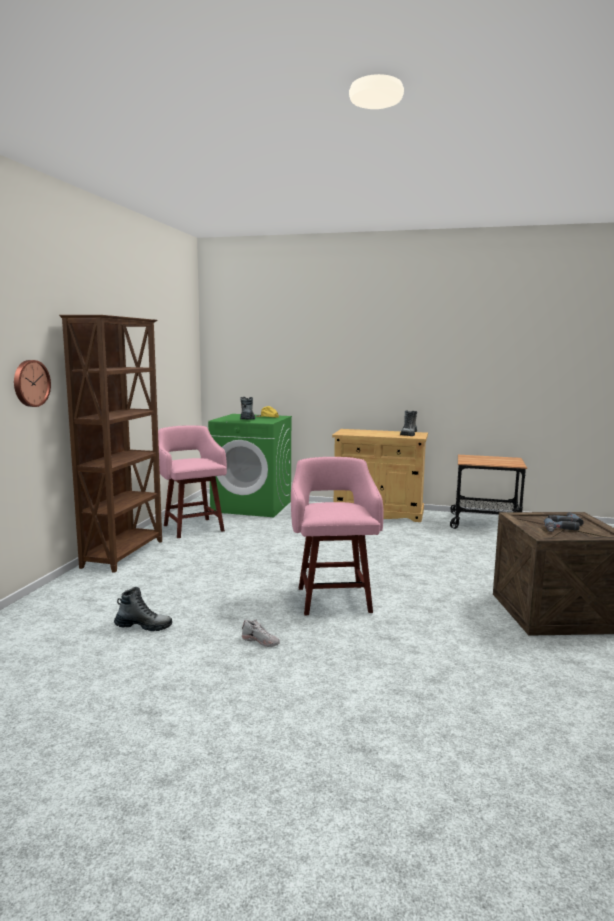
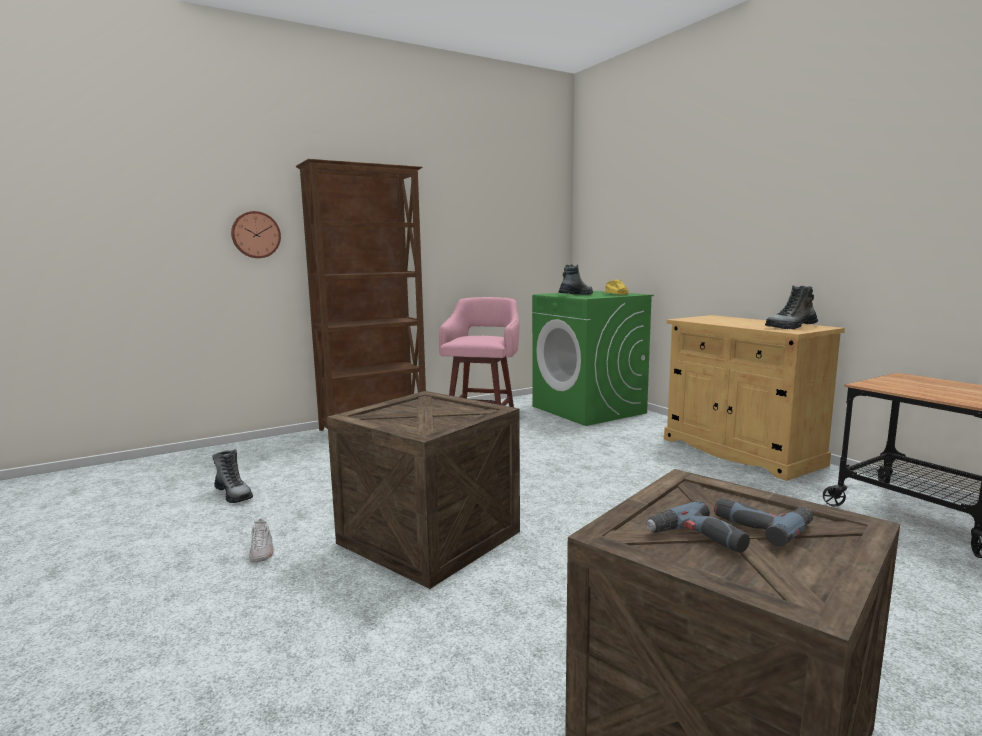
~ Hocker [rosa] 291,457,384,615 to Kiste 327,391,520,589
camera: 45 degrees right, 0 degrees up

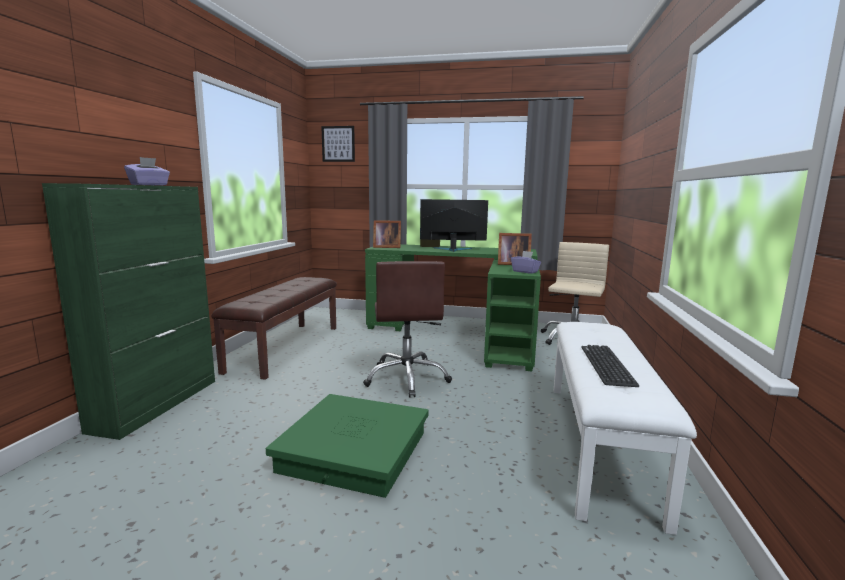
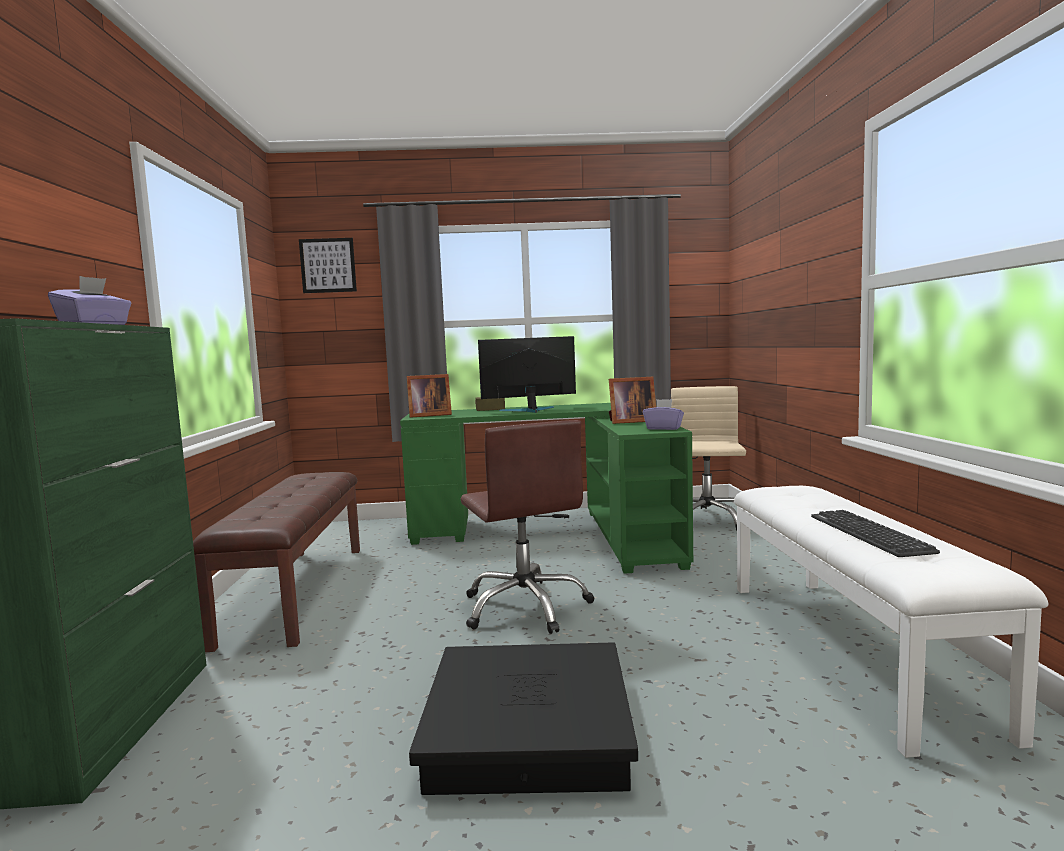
~ Aufbewahrungsbox [grün] 266,394,428,498 to Aufbewahrungsbox [schwarz] 409,643,638,795
camera: 15 degrees left, 5 degrees down

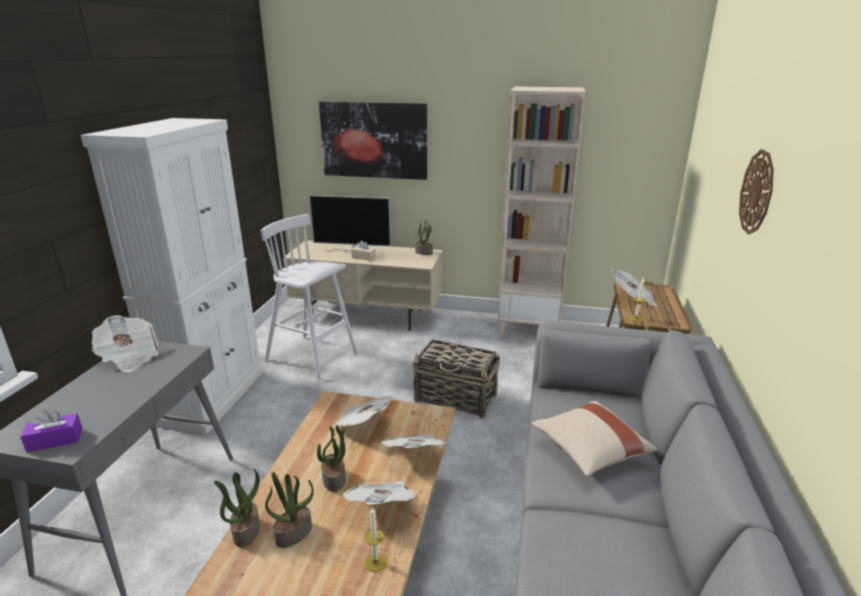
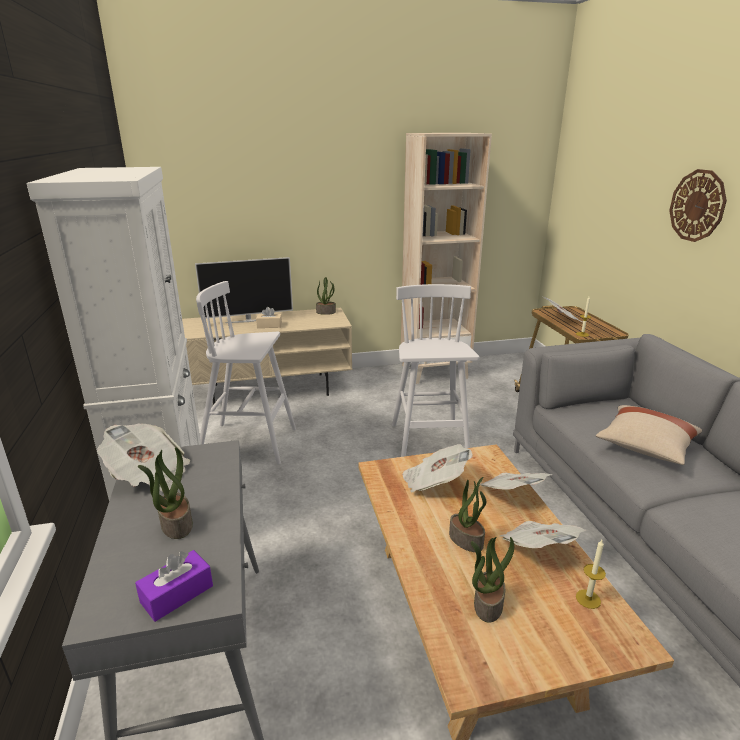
- Bild 319,101,427,180
~ Topfpflanze 214,468,260,547 to 138,447,193,539
~ Korb 411,339,500,418 to Hocker [weiß] 392,284,479,457
camera: 25 degrees left, 0 degrees up

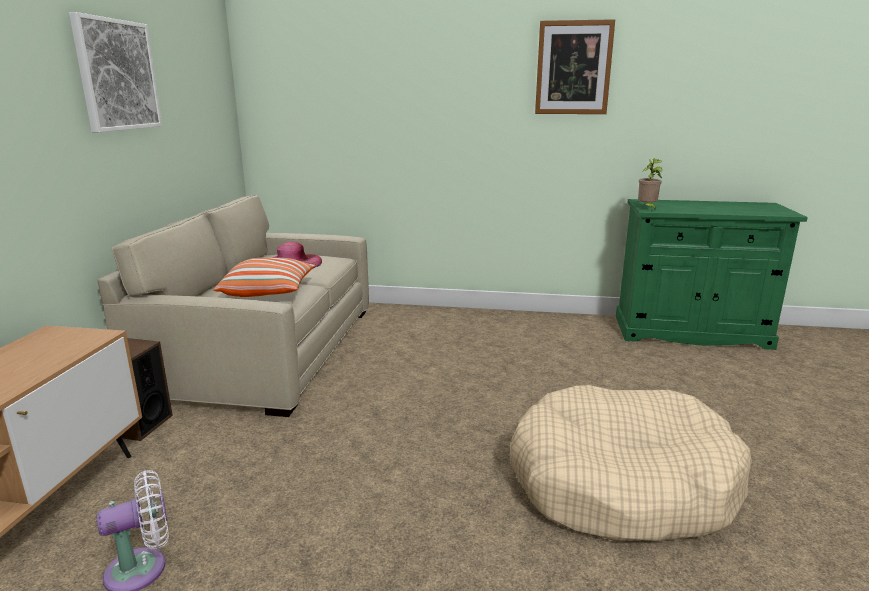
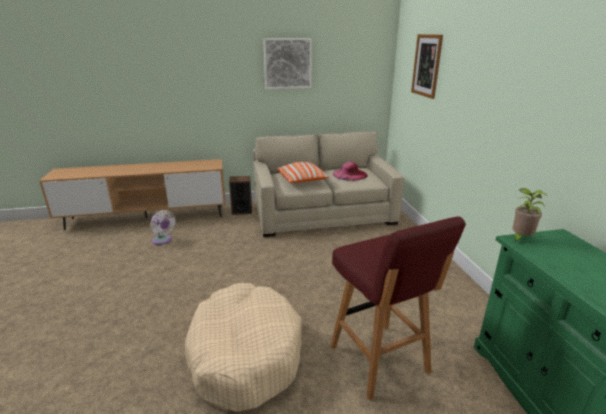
+ Hocker [rot] 330,216,466,400
~ Bild 535,19,615,114 to 411,34,443,99
camera: 70 degrees right, 5 degrees up

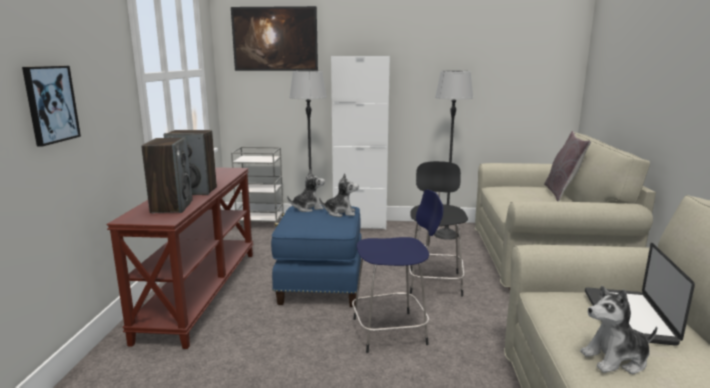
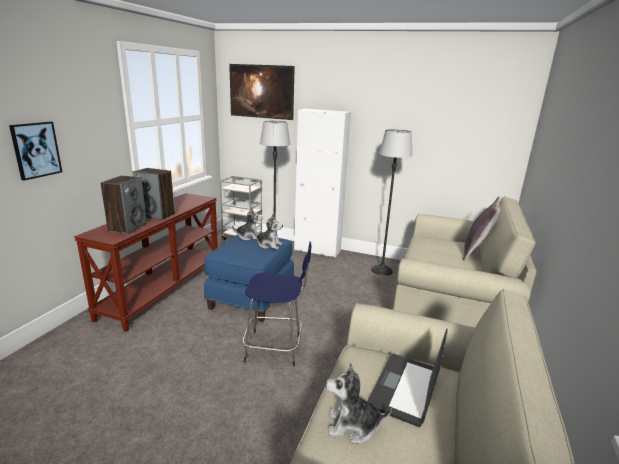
- Hocker [schwarz] 409,161,468,297
camera: 15 degrees right, 5 degrees up

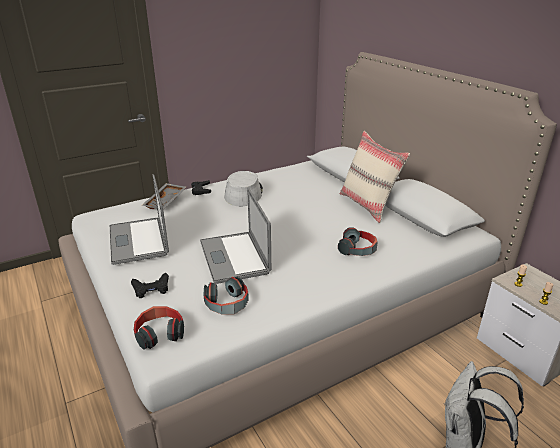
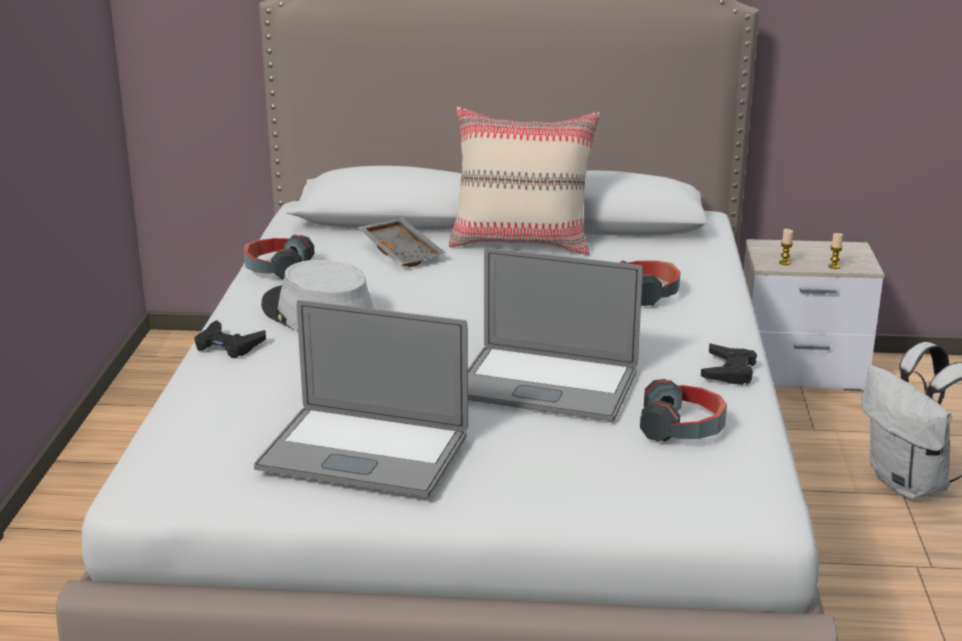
~ Gamepad [schwarz] 131,273,169,298 to 701,343,757,385
~ Kopfhörer 134,306,184,350 to 244,234,315,279
~ Tablett [grau] 142,183,186,209 to 358,217,446,267
camera: 55 degrees left, 5 degrees down

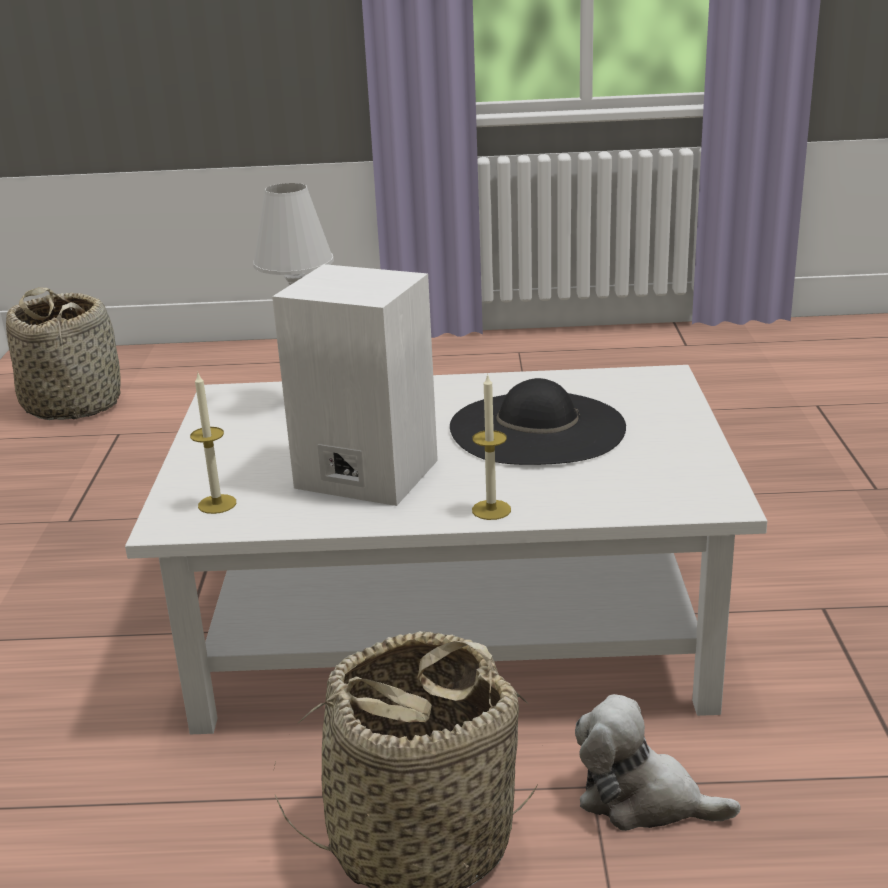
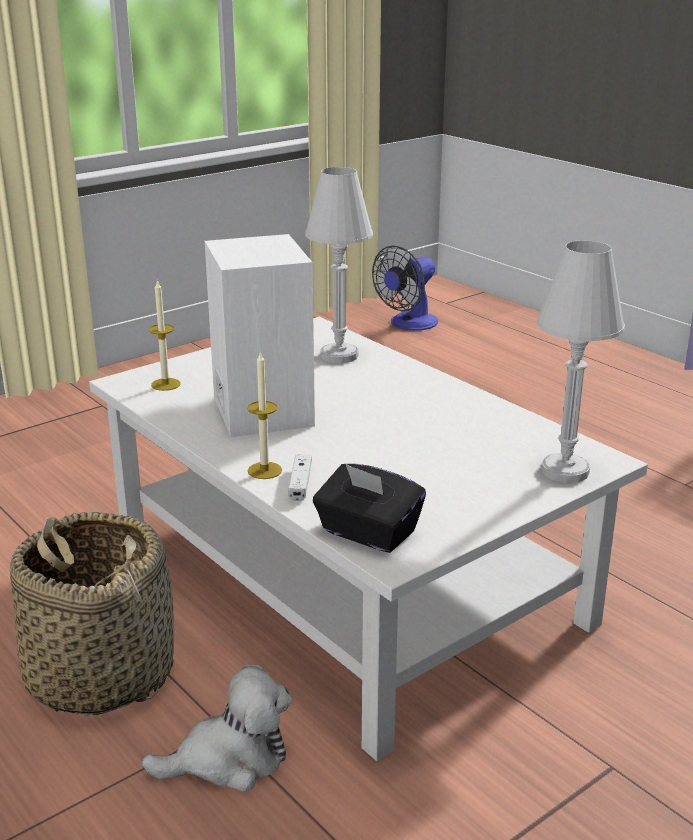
- Hut [schwarz] 450,378,626,465
+ Gamepad [weiß] 288,454,312,501
+ Taschentuchbox [schwarz] 313,464,426,553
+ Tischlampe [weiß] 537,240,625,483
~ Korb 6,287,121,420 to Ventilator 372,246,438,331
~ Plüschtier 575,694,740,831 = 142,664,292,792 90 degrees clockwise
camera: 50 degrees right, 0 degrees up

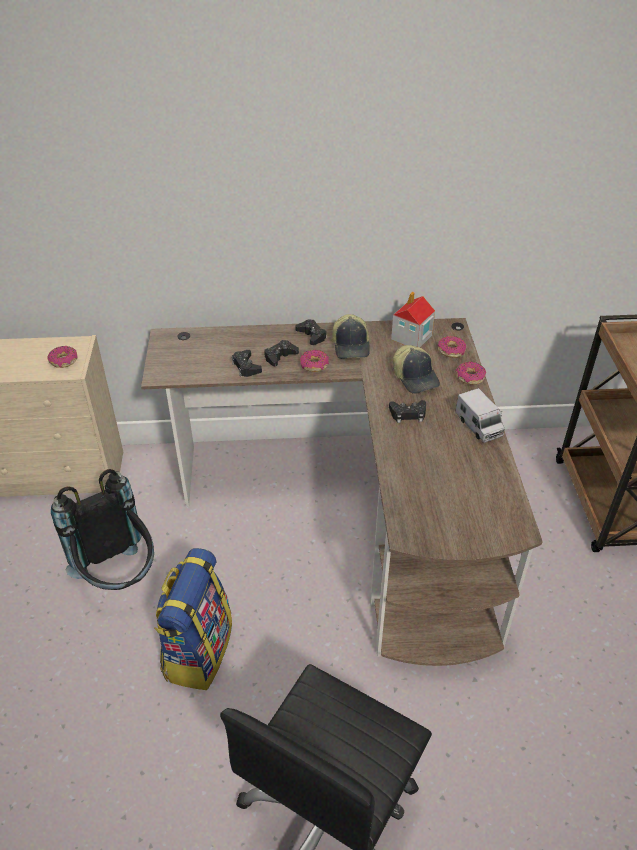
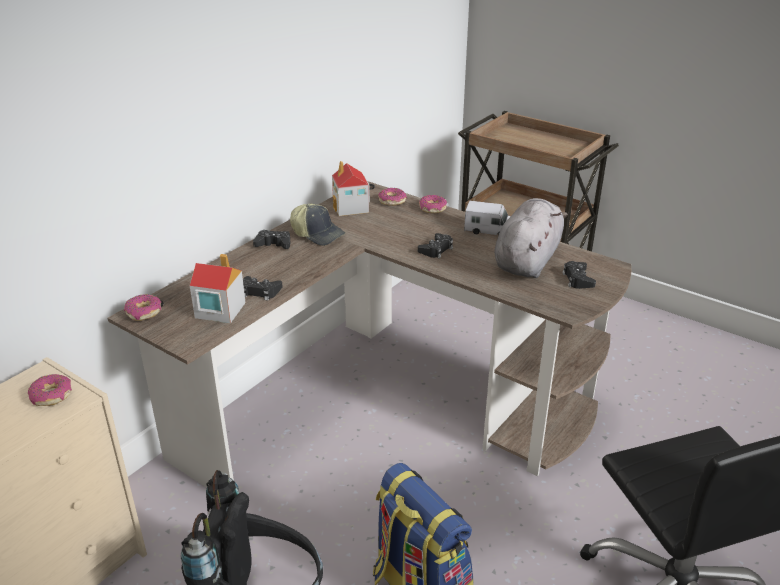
- Kappe 393,345,440,394
+ Spielzeughaus 190,254,246,323
+ Plüschtier [grau] 494,198,568,278
~ Gamepad [schwarz] 264,340,299,366 to 563,261,596,289
~ Donut 300,350,329,372 to 124,294,162,321
camera: 50 degrees left, 10 degrees down

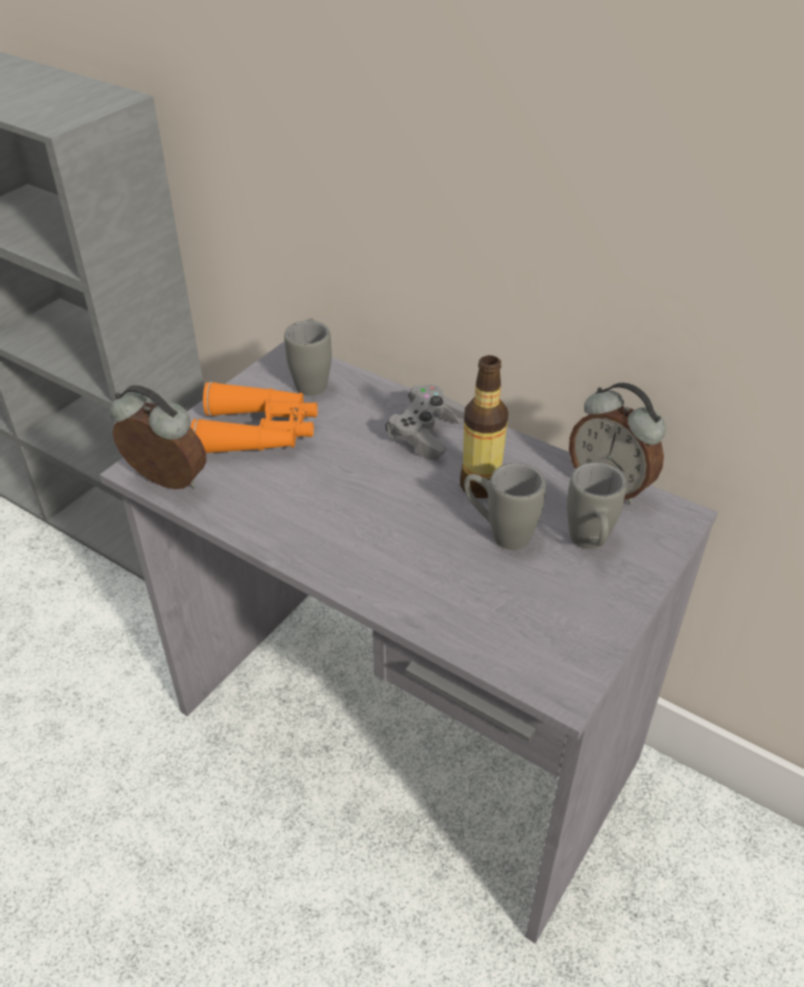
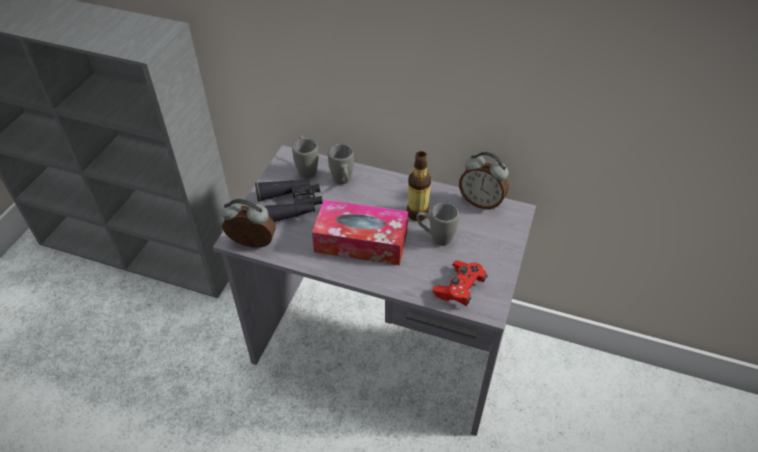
- Gamepad [grau] 385,384,465,461
+ Taschentuchbox 312,200,408,265
+ Gamepad [rot] 433,260,488,306
~ Henkelbecher [grau] 567,462,627,549 to 328,143,354,185
~ Fernglas [orange] 191,382,318,453 to Fernglas [schwarz] 255,180,323,222
camera: 15 degrees left, 5 degrees up

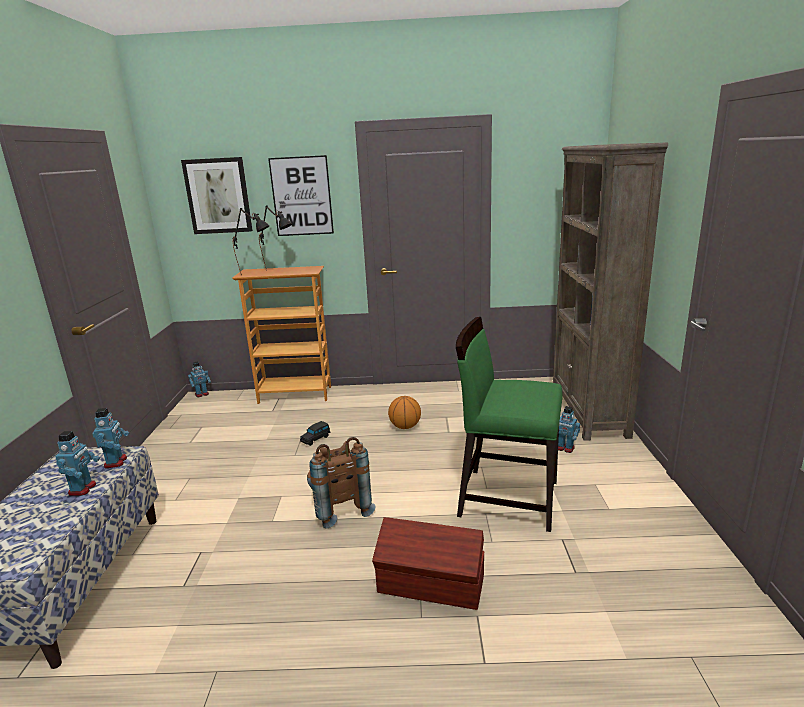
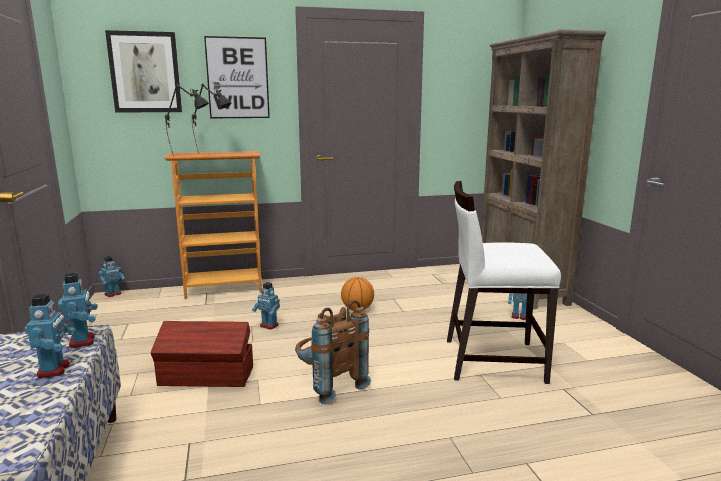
~ Aufbewahrungsbox [braun] 372,517,485,610 to 151,321,253,387
~ Spielzeugauto [schwarz] 300,421,330,446 to Spielzeugroboter 252,282,280,329
~ Stuhl [grün] 456,317,563,532 to Stuhl [weiß] 447,181,561,384
camera: 15 degrees left, 5 degrees down

